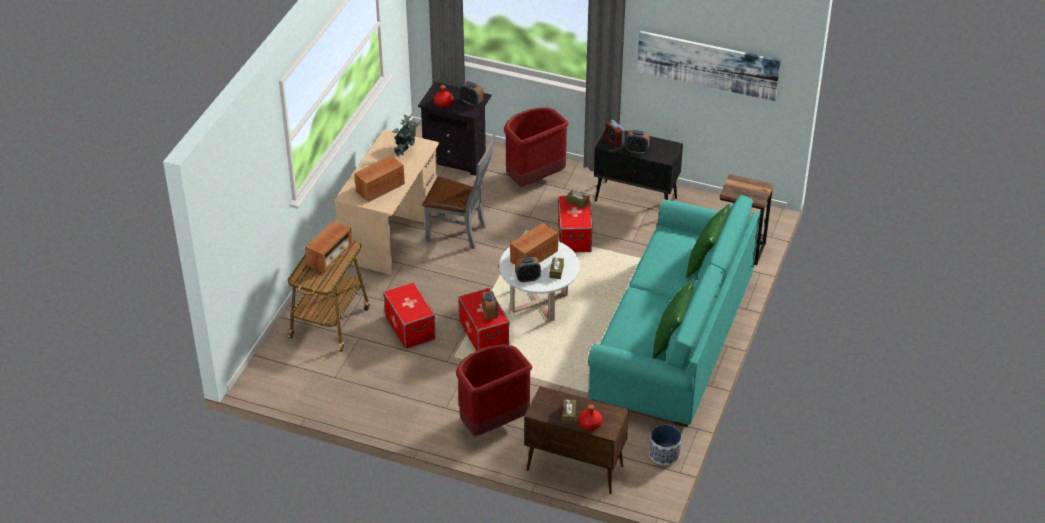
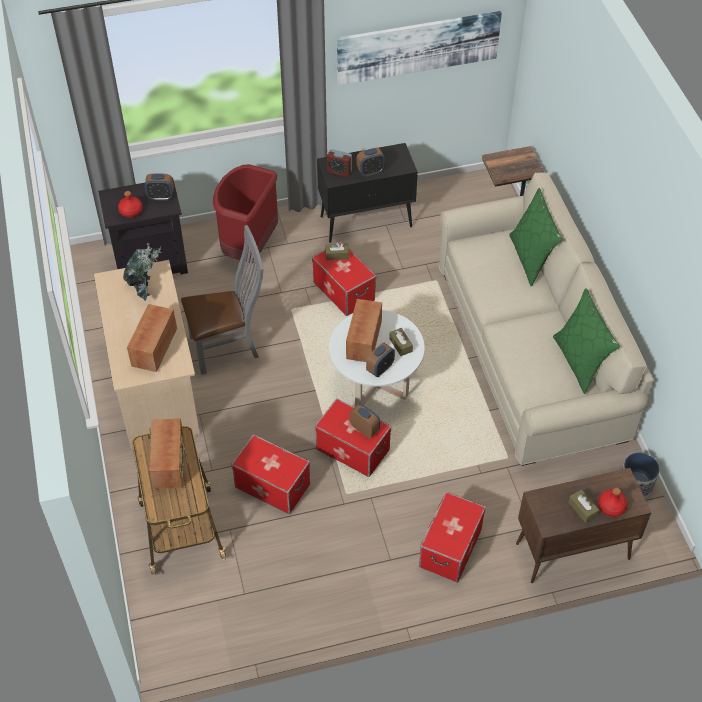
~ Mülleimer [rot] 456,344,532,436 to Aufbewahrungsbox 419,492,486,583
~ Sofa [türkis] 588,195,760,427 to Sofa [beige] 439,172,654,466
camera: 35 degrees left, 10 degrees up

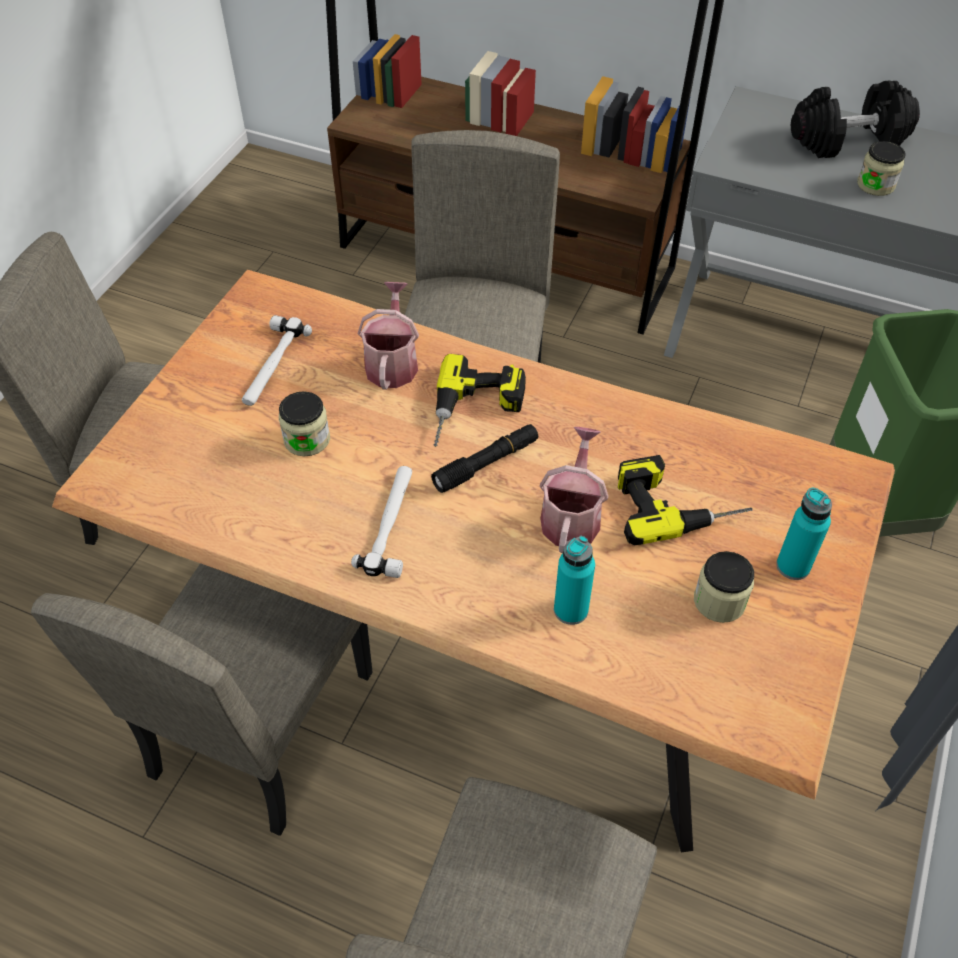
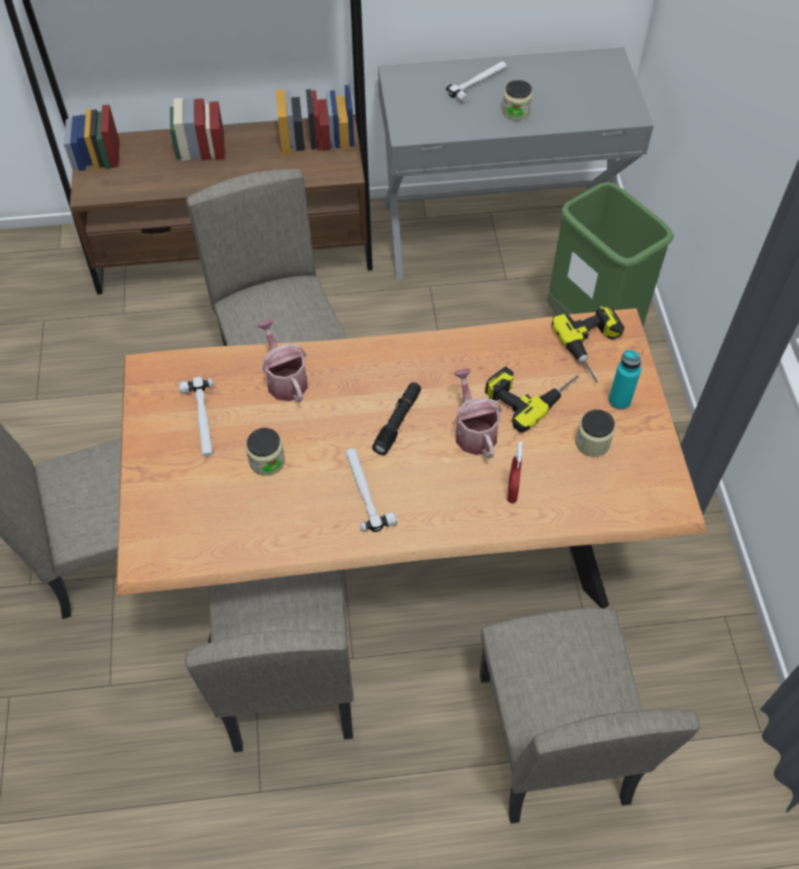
~ Bohrmaschine 434,354,526,447 to 552,306,624,383
~ Flasche [türkis] 554,536,595,625 to Sprühflasche [rot] 507,441,523,503
~ Hantel [schwarz] 791,81,920,158 to Hammer 445,61,507,103
camera: 30 degrees left, 5 degrees up

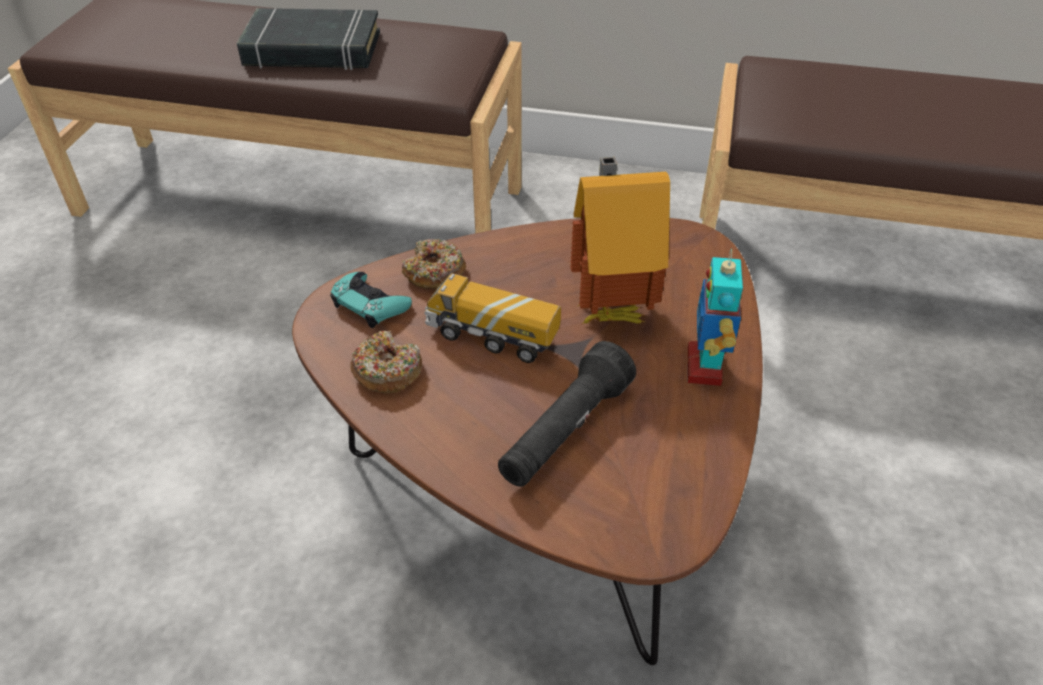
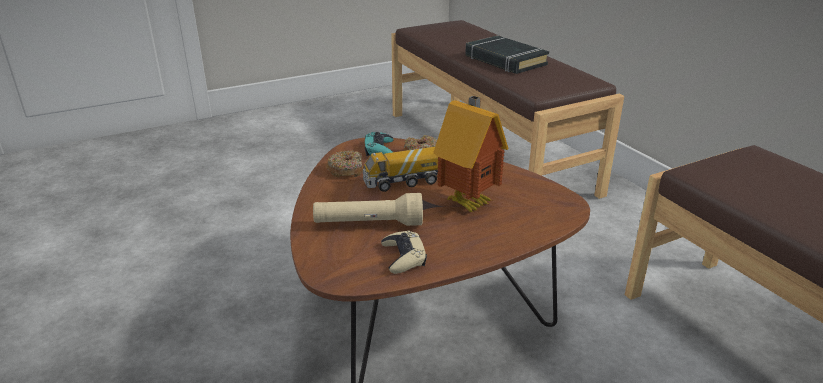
- Spielzeugroboter 688,249,743,386
+ Gamepad [beige] 381,231,427,274
~ Taschenlampe [schwarz] 498,341,636,486 to Taschenlampe [beige] 313,193,423,226
~ Spielzeuglaster 424,273,561,363 = 363,147,438,192 90 degrees counterclockwise
camera: 50 degrees right, 15 degrees down

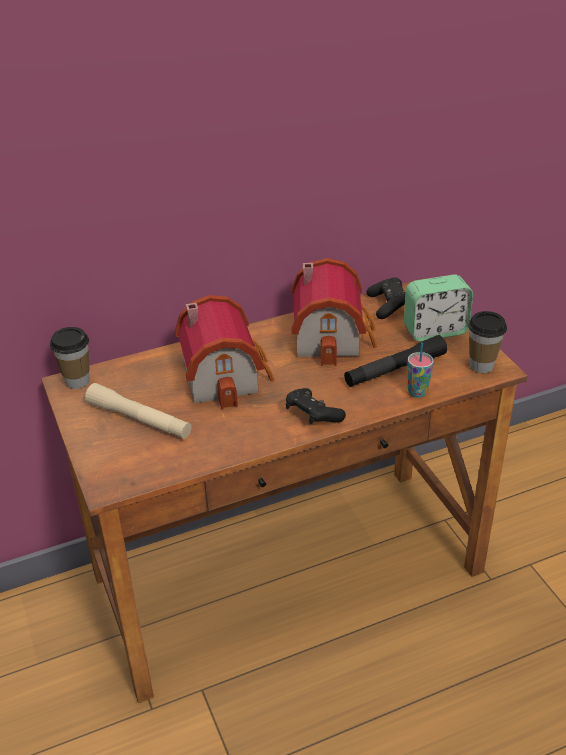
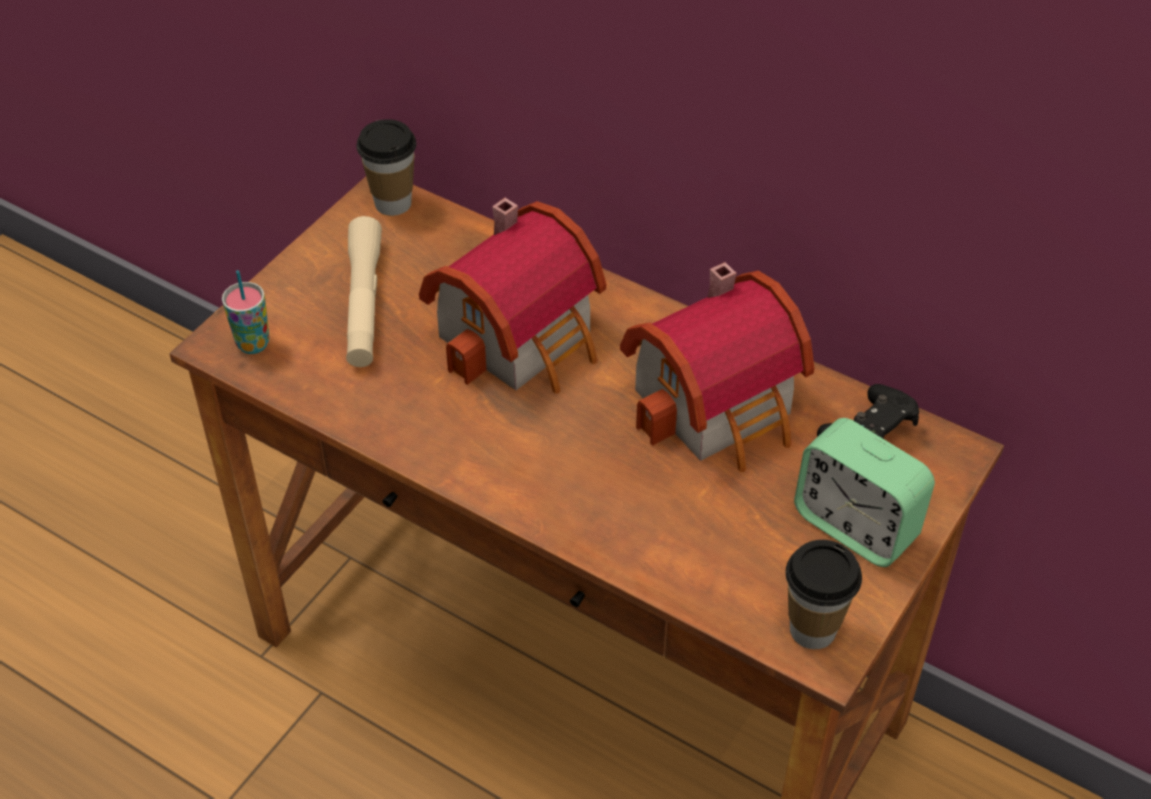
- Gamepad [schwarz] 286,388,346,424
- Taschenlampe [schwarz] 344,335,447,387
~ Tasse 407,342,434,398 to 222,270,270,354
camera: 55 degrees right, 10 degrees up

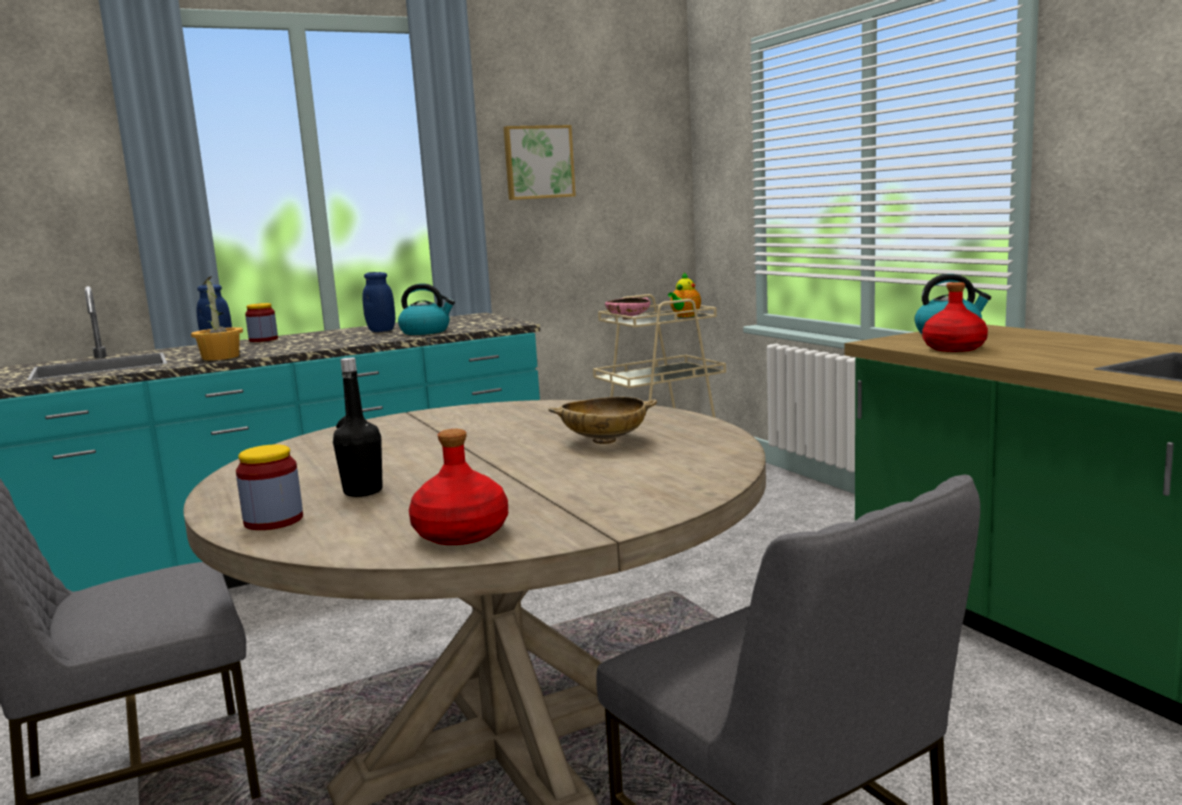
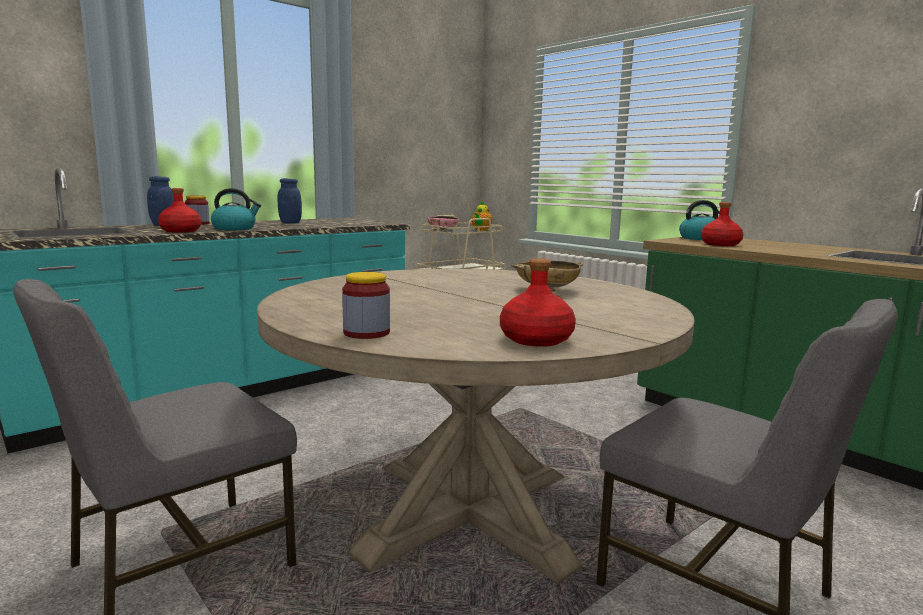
- Flasche [schwarz] 333,358,383,497
- Bild 504,125,576,200
~ Wasserkessel 398,283,455,335 to 211,188,261,230
~ Topfpflanze 191,276,243,361 to Flasche [rot] 158,188,202,233
camera: 15 degrees left, 0 degrees up

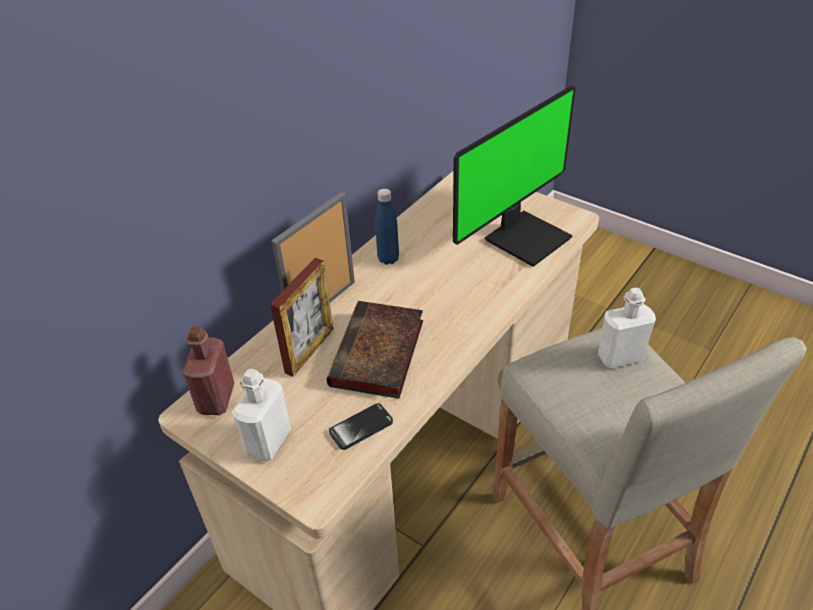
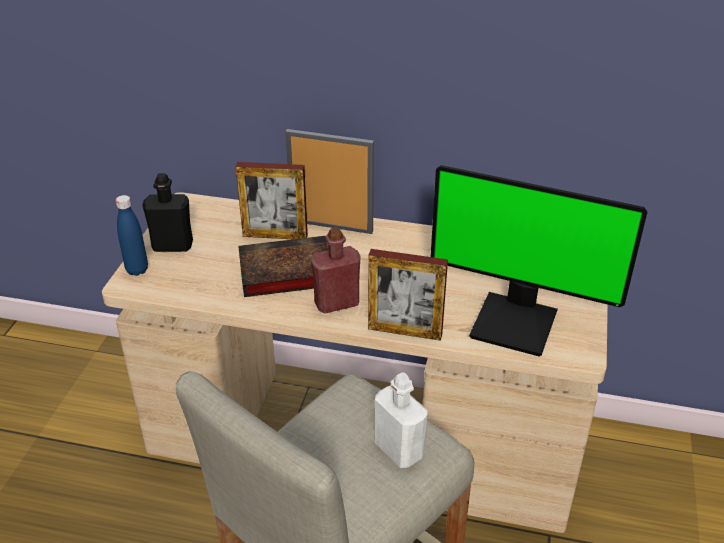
- Handy 329,403,393,450
+ Bilderrahmen 368,249,448,341
~ Flasche [rot] 183,326,235,415 to 311,227,361,314
~ Flasche [blau] 375,189,399,265 to 116,195,148,276
~ Flasche [weiß] 232,368,291,461 to Flasche [schwarz] 142,173,193,252
camera: 65 degrees right, 5 degrees down

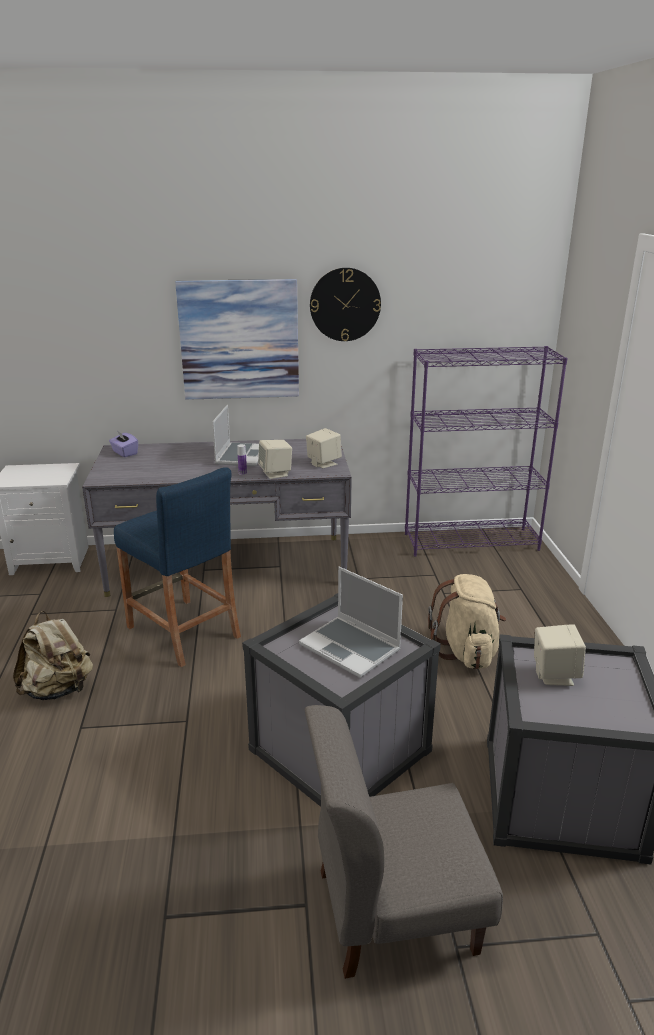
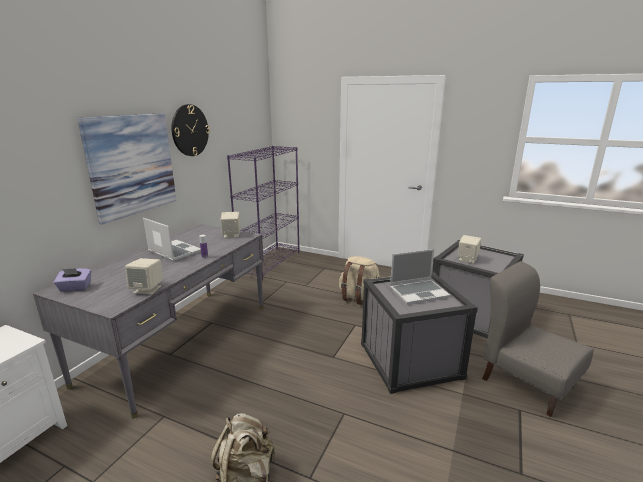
- Hocker [blau] 114,467,241,667
~ Lautsprecher [beige] 258,440,292,479 to 125,258,163,295
~ Stuhl [grau] 304,705,503,979 = 482,261,594,417 120 degrees clockwise
camera: 60 degrees left, 5 degrees down

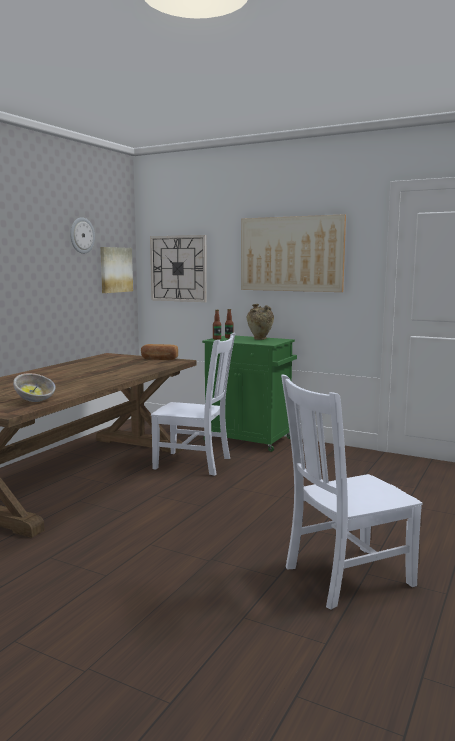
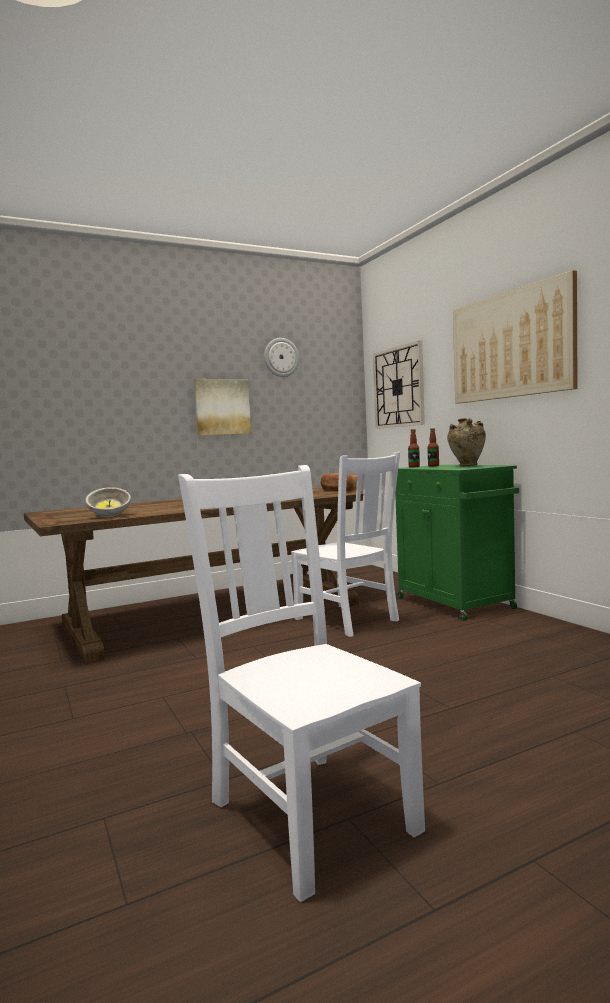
~ Bild 100,247,133,293 to 194,379,251,436
~ Stuhl [weiß] 281,374,422,610 = 178,465,425,902 45 degrees clockwise
camera: 35 degrees right, 5 degrees down

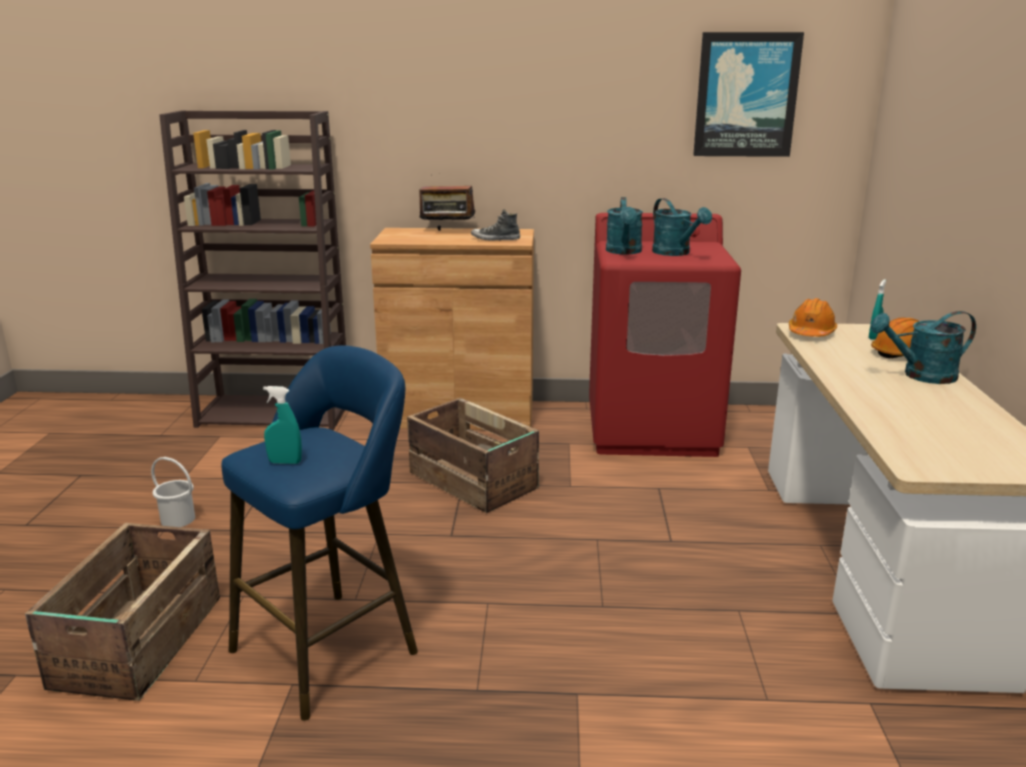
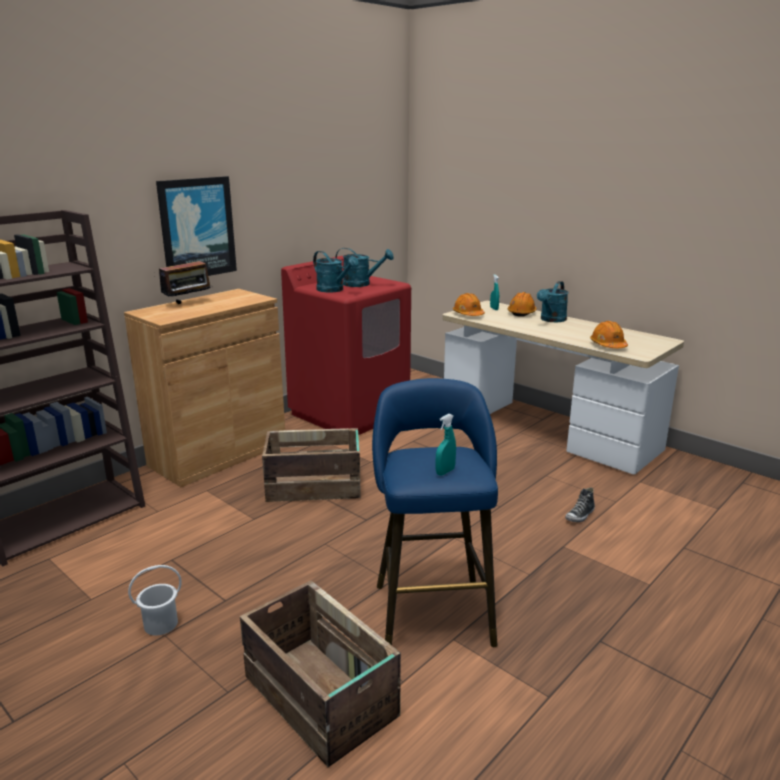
+ Schutzhelm [orange] 590,321,628,348
~ Schuh 471,209,520,241 to 565,487,595,522
~ Bild 693,32,804,157 to 156,176,237,276
camera: 50 degrees left, 0 degrees up

